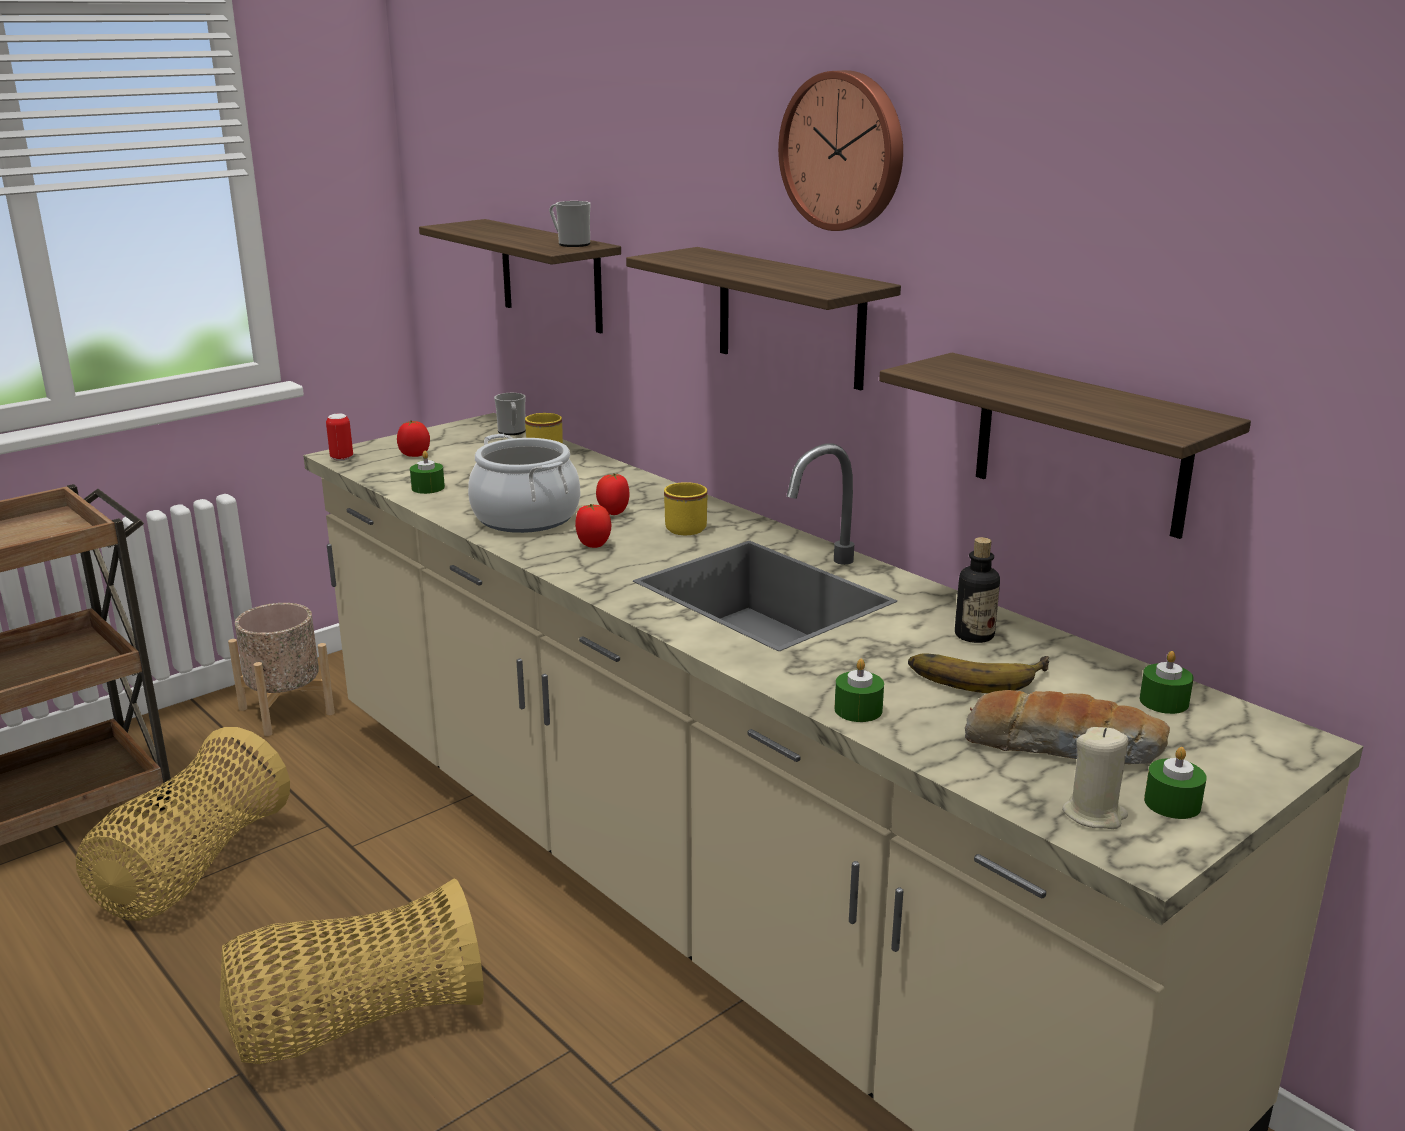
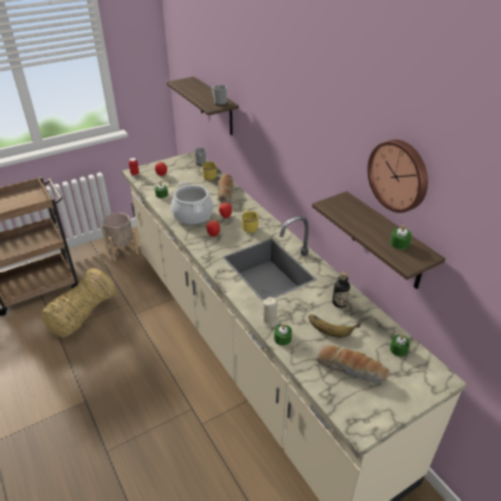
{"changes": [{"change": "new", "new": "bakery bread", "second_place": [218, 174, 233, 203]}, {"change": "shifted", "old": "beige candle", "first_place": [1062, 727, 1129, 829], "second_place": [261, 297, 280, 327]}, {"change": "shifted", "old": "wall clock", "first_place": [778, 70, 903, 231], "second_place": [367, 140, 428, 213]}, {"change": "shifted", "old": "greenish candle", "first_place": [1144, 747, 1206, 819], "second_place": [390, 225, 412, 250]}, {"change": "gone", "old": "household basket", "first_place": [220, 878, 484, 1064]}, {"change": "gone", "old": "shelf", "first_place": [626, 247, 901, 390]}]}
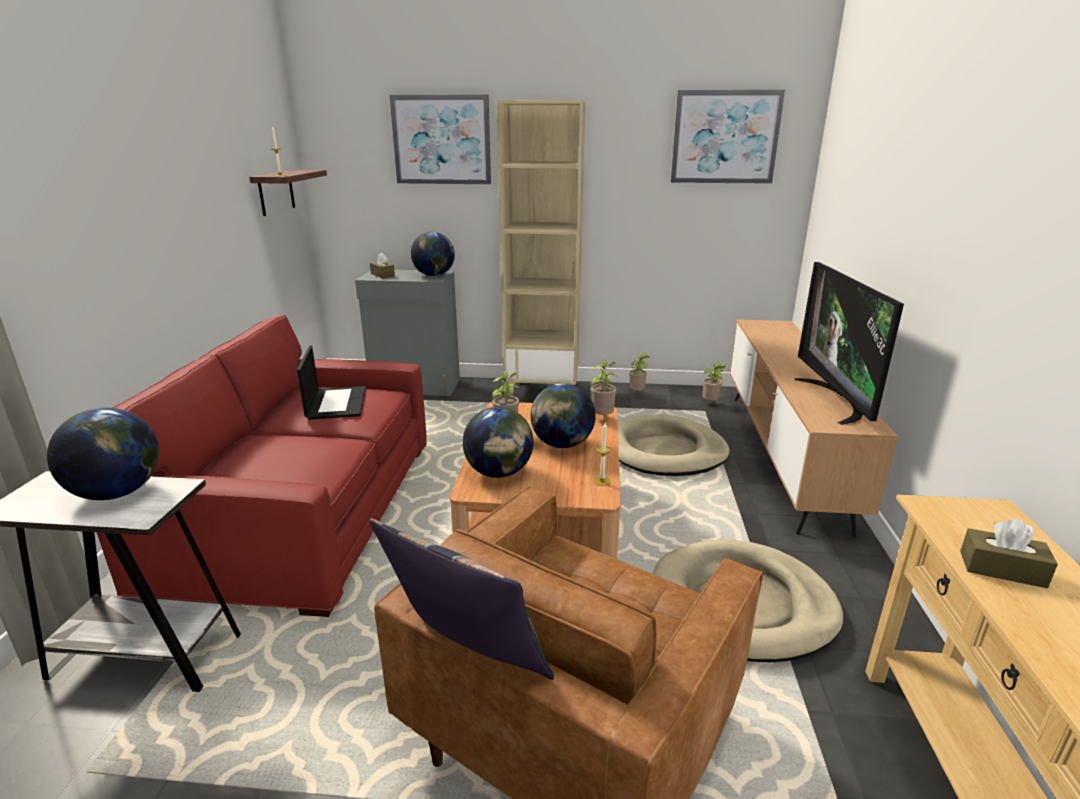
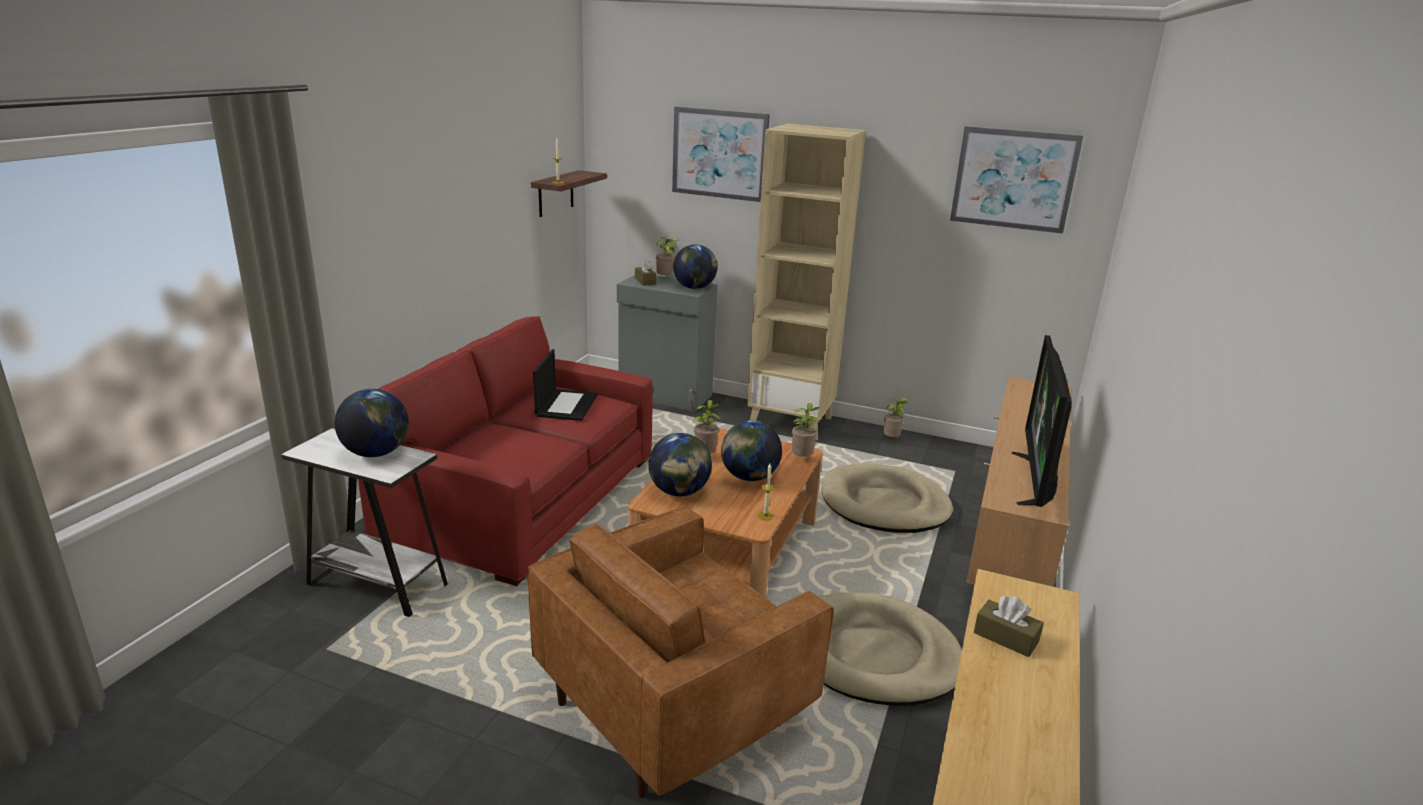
{"changes": [{"change": "shifted", "old": "potted plant", "first_place": [703, 363, 726, 401], "second_place": [656, 237, 678, 278]}, {"change": "gone", "old": "pillow", "first_place": [370, 519, 554, 680]}]}
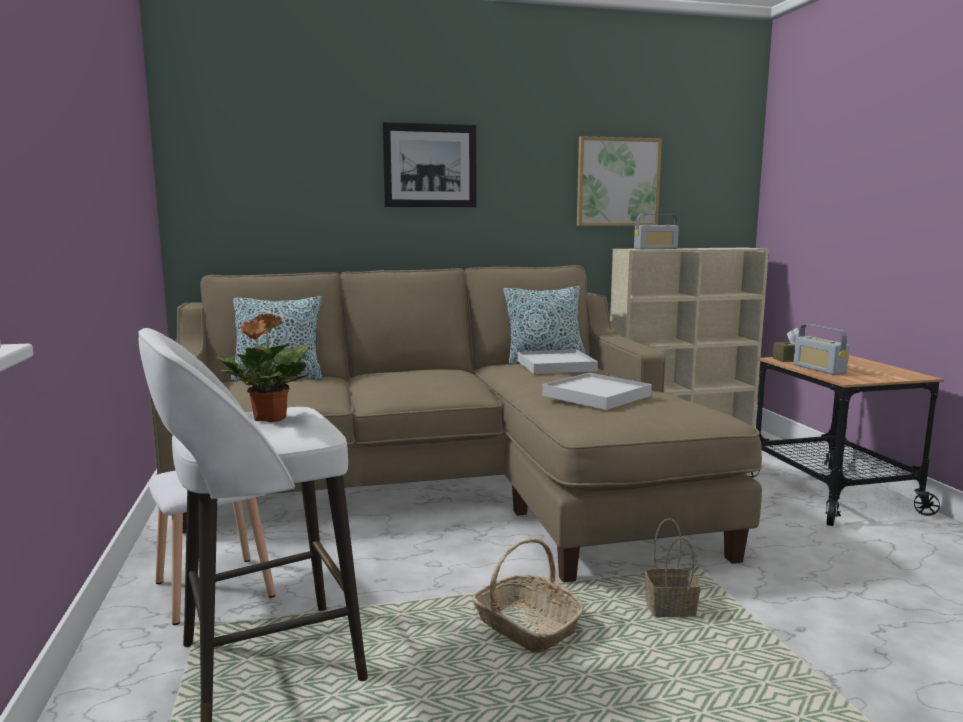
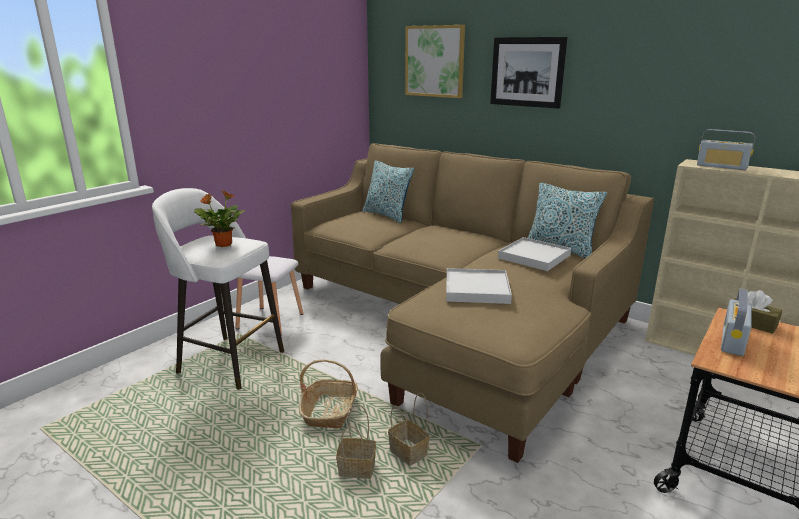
{"changes": [{"change": "new", "new": "household basket", "second_place": [336, 404, 376, 479]}, {"change": "shifted", "old": "picture", "first_place": [577, 136, 662, 226], "second_place": [405, 25, 465, 98]}]}
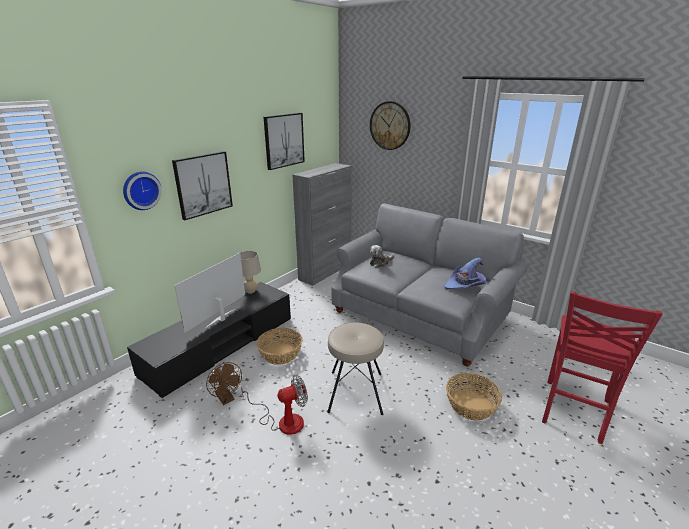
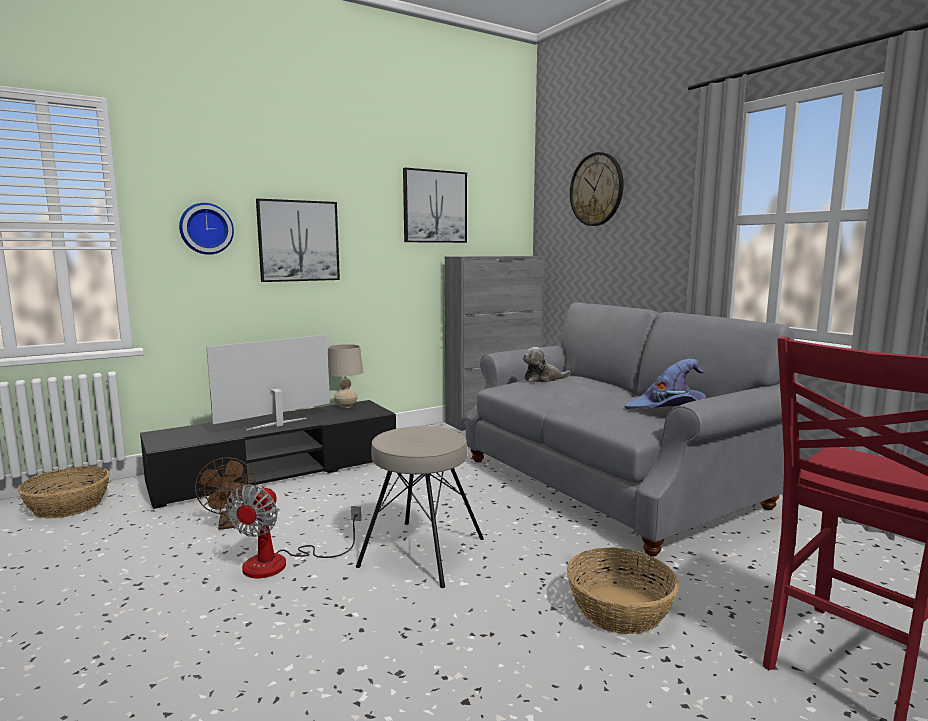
{"changes": [{"change": "shifted", "old": "household basket", "first_place": [256, 328, 303, 365], "second_place": [18, 466, 110, 518]}, {"change": "rotated", "old": "fan", "first_place": [241, 375, 308, 435], "second_place": [226, 485, 361, 578], "degrees": 105}]}
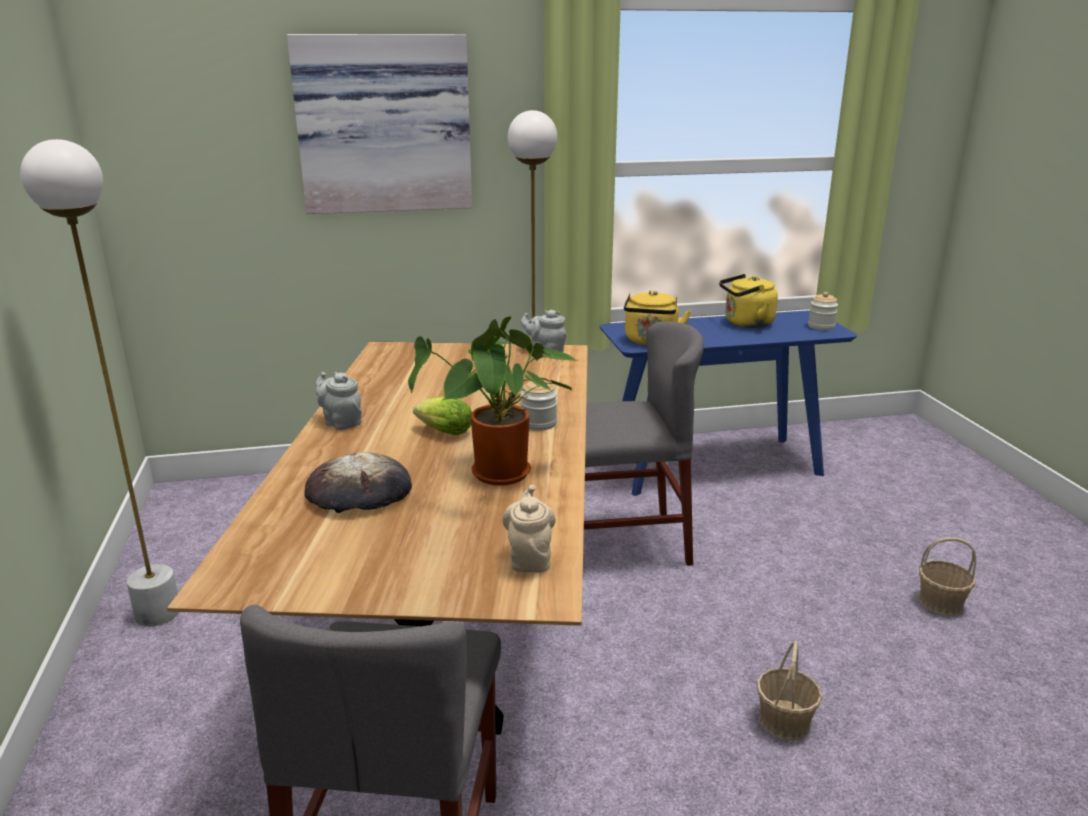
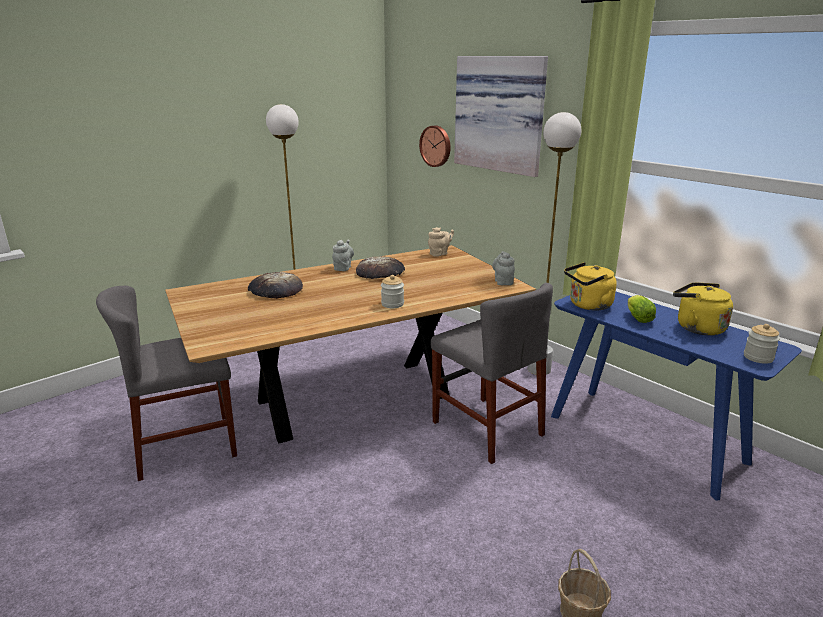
{"changes": [{"change": "new", "new": "bakery bread", "second_place": [356, 256, 405, 279]}, {"change": "new", "new": "wall clock", "second_place": [419, 125, 451, 167]}, {"change": "shifted", "old": "beige tea pot", "first_place": [502, 485, 556, 573], "second_place": [428, 227, 454, 257]}, {"change": "shifted", "old": "lettuce head", "first_place": [413, 396, 472, 435], "second_place": [628, 295, 656, 323]}, {"change": "gone", "old": "potted plant", "first_place": [408, 316, 578, 486]}, {"change": "gone", "old": "household basket", "first_place": [756, 641, 822, 740]}]}
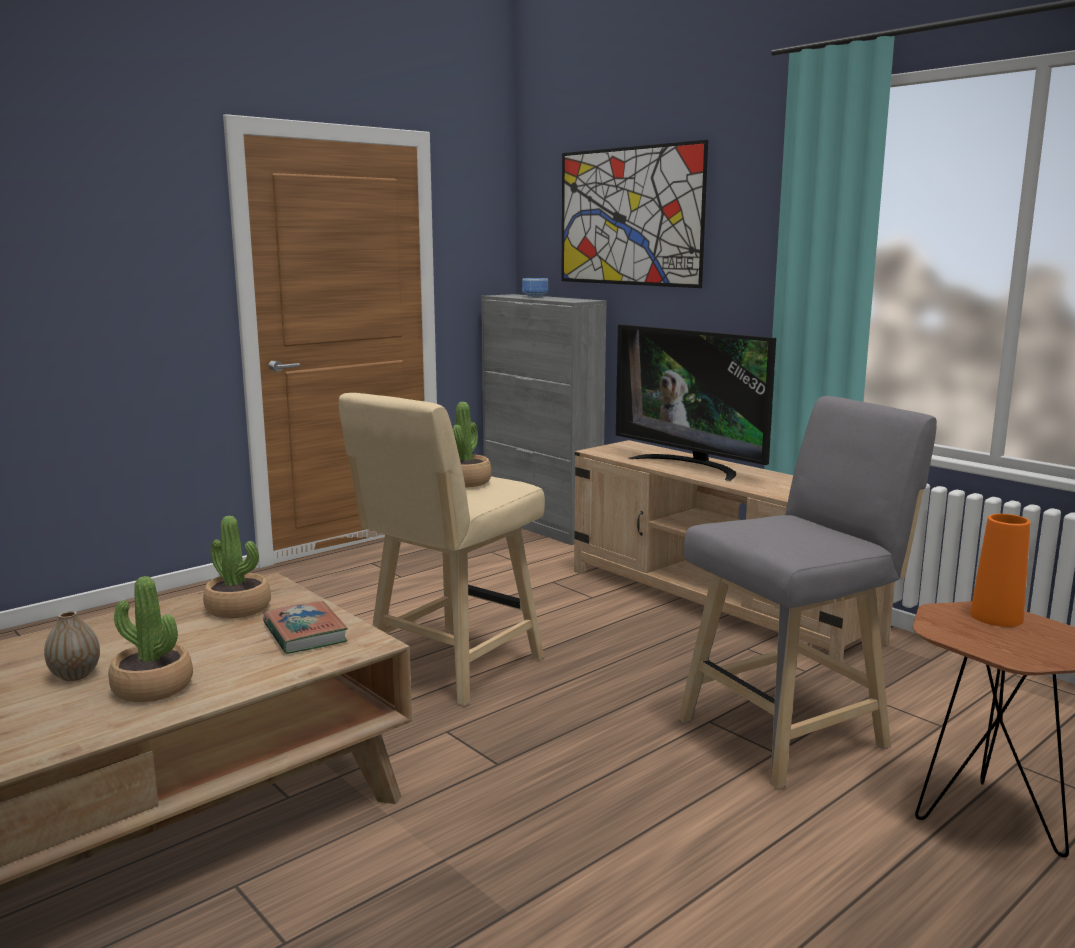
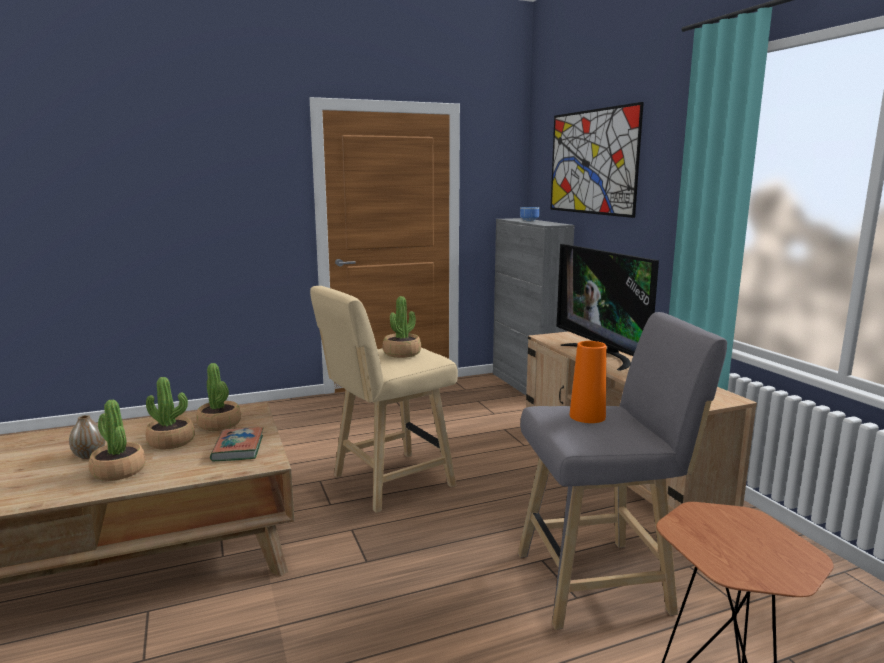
{"changes": [{"change": "new", "new": "potted plant", "second_place": [145, 377, 195, 449]}, {"change": "shifted", "old": "orange flower vase", "first_place": [970, 514, 1030, 627], "second_place": [570, 341, 606, 423]}]}
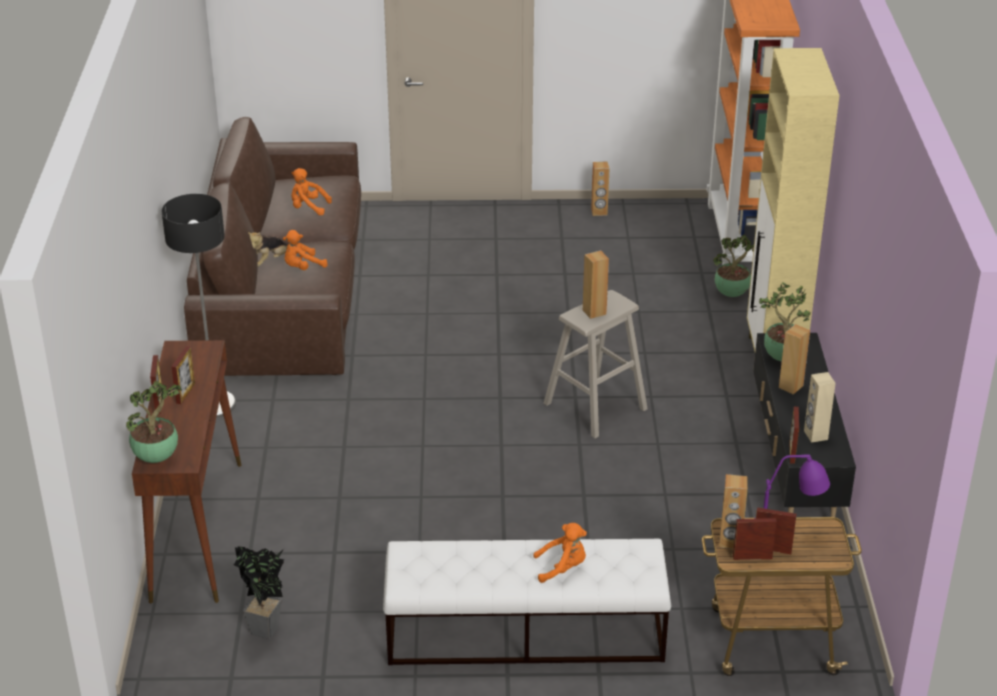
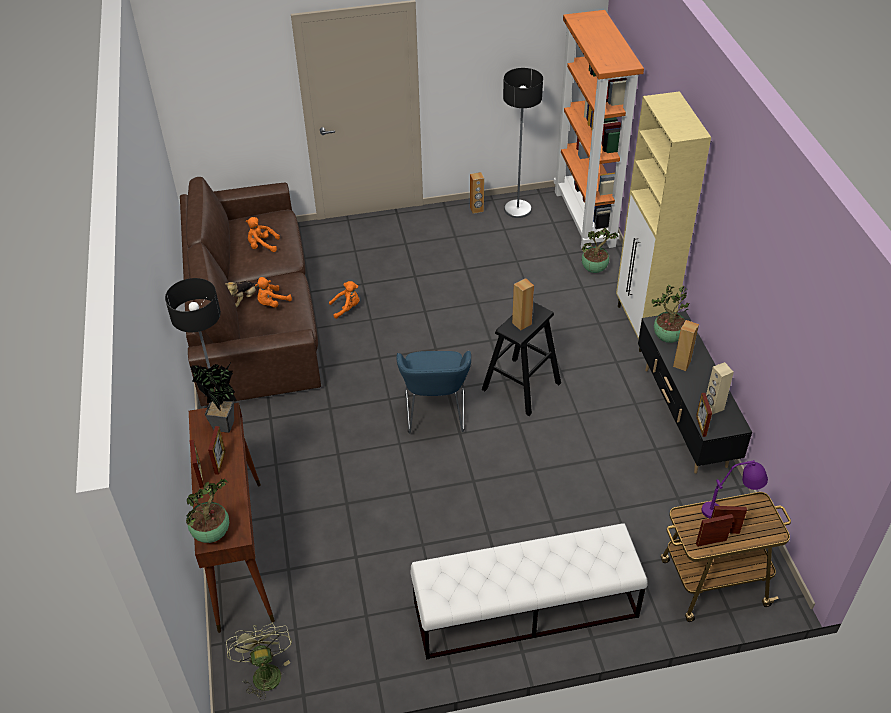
{"changes": [{"change": "shifted", "old": "potted plant", "first_place": [234, 546, 284, 639], "second_place": [190, 363, 236, 433]}, {"change": "new", "new": "greenish fan", "second_place": [226, 623, 292, 700]}, {"change": "shifted", "old": "orange soft toy", "first_place": [533, 523, 587, 583], "second_place": [329, 281, 360, 319]}, {"change": "new", "new": "bluish easy chair", "second_place": [396, 351, 471, 434]}, {"change": "repainted", "old": "beige stool seat", "new": "blackish stool seat", "first_place": [544, 290, 648, 438], "second_place": [482, 302, 561, 416]}, {"change": "new", "new": "standing lamp", "second_place": [503, 68, 543, 218]}, {"change": "gone", "old": "brown-coloured loudspeaker", "first_place": [719, 474, 748, 549]}]}
